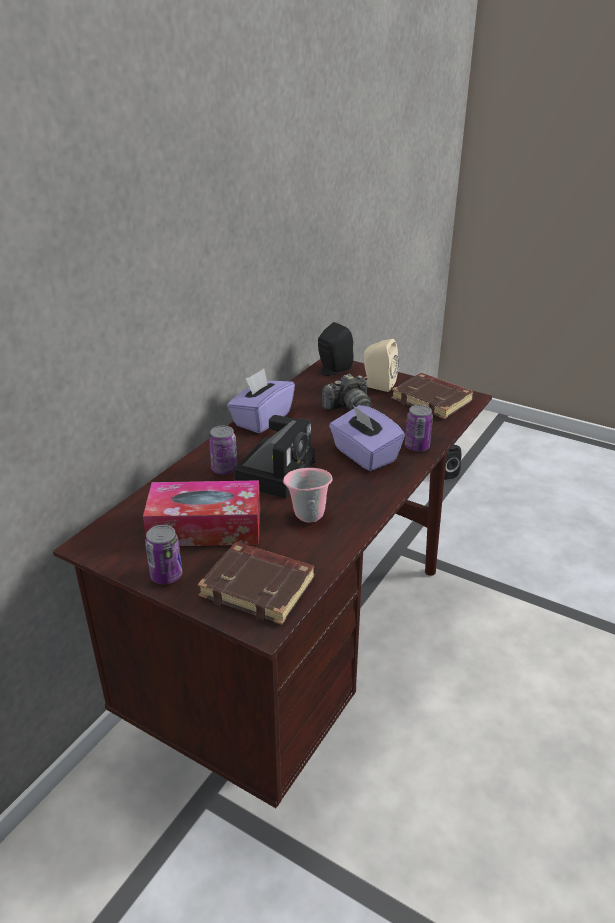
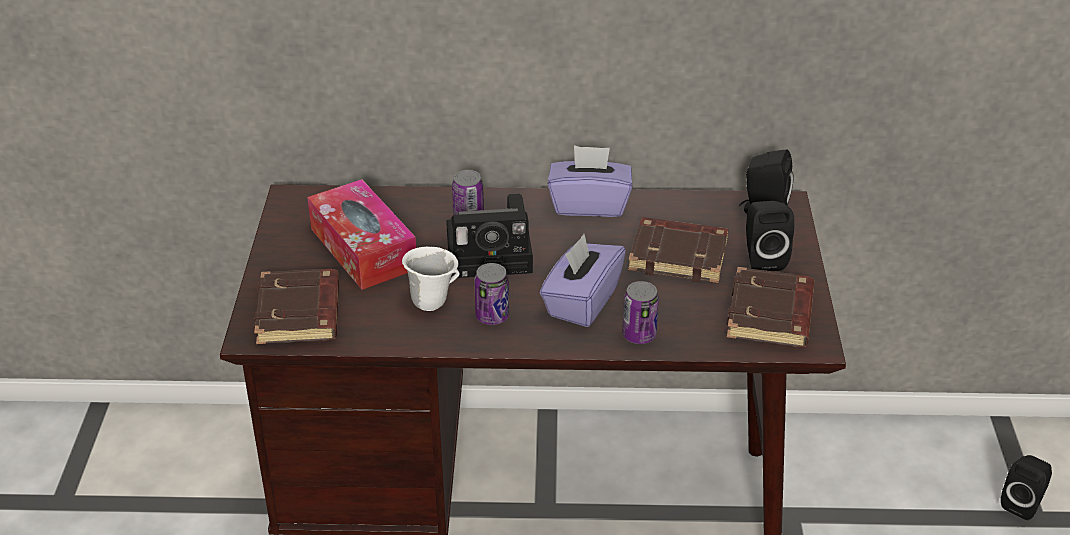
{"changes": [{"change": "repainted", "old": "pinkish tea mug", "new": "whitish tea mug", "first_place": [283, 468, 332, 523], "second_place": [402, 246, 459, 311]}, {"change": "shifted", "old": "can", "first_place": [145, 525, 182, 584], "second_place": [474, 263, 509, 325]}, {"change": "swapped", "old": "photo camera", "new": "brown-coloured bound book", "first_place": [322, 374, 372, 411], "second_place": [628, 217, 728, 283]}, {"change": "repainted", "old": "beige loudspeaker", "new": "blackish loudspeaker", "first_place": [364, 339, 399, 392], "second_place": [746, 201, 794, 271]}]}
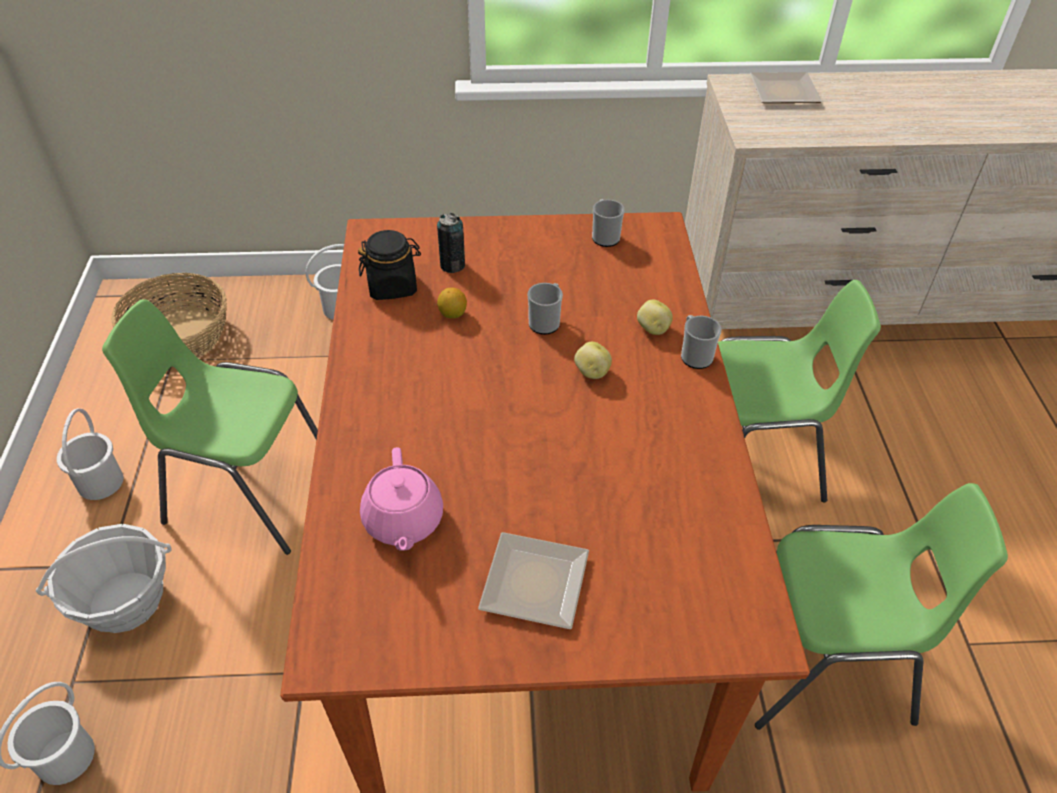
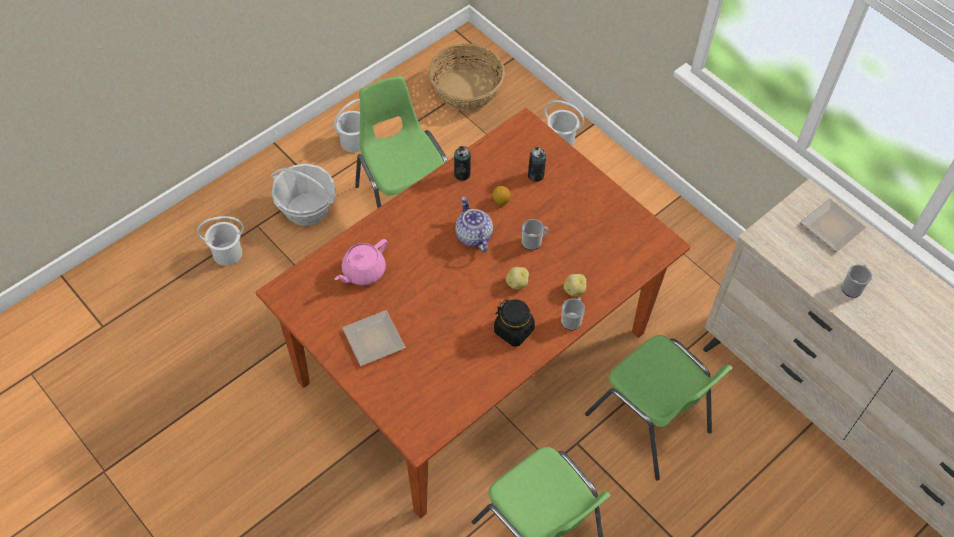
{"changes": [{"change": "new", "new": "can", "second_place": [454, 146, 471, 181]}, {"change": "new", "new": "tea pot", "second_place": [455, 196, 493, 252]}, {"change": "shifted", "old": "blackish storage jar", "first_place": [358, 230, 421, 300], "second_place": [494, 299, 535, 347]}, {"change": "shifted", "old": "tea mug", "first_place": [592, 199, 625, 247], "second_place": [841, 264, 872, 298]}]}
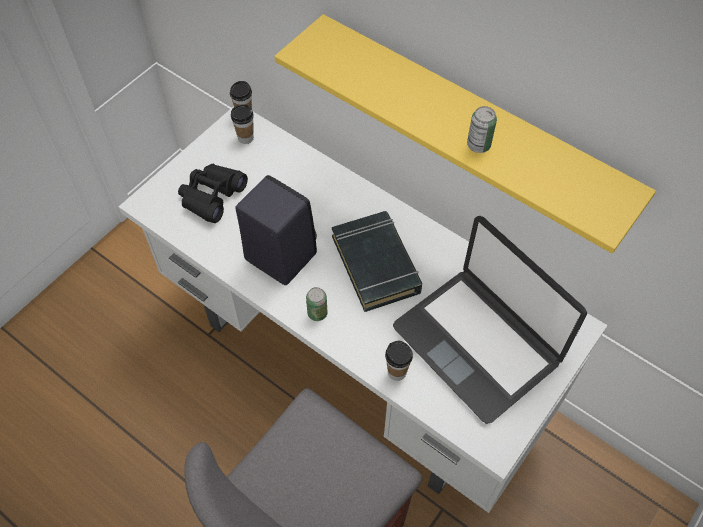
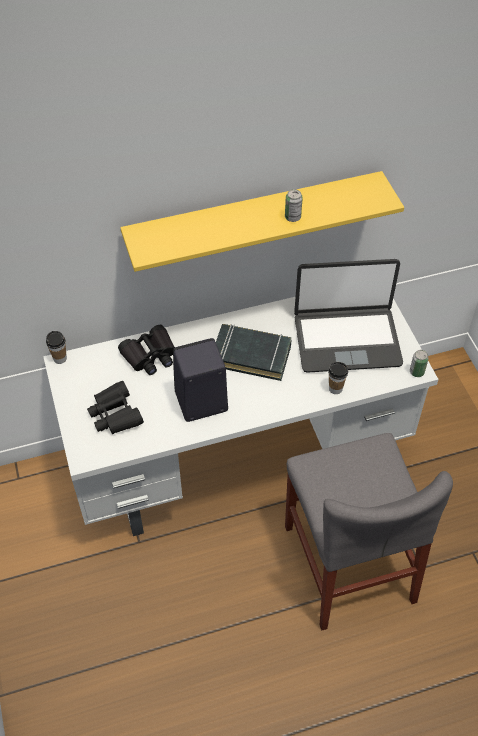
{"changes": [{"change": "new", "new": "blackish pair of binoculars", "second_place": [118, 325, 175, 375]}, {"change": "shifted", "old": "can", "first_place": [306, 287, 328, 321], "second_place": [410, 350, 429, 377]}, {"change": "gone", "old": "cup", "first_place": [231, 104, 254, 144]}]}
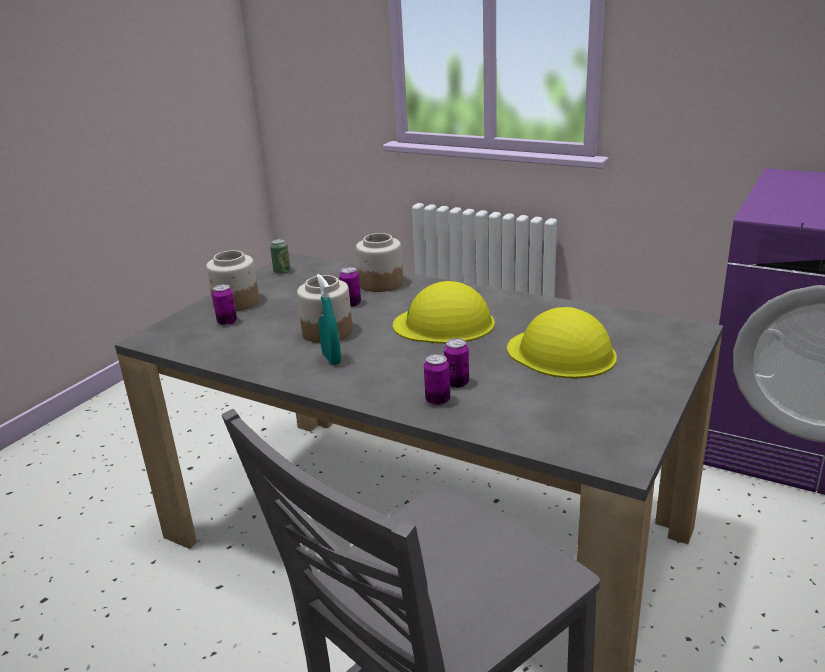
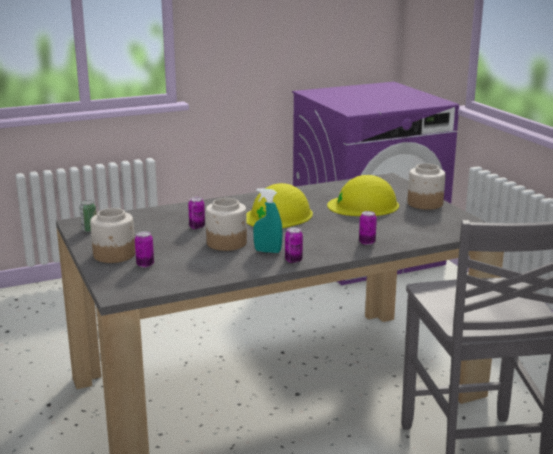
{"changes": [{"change": "shifted", "old": "can", "first_place": [444, 338, 469, 388], "second_place": [285, 227, 303, 263]}, {"change": "shifted", "old": "storage jar", "first_place": [356, 233, 403, 292], "second_place": [407, 163, 446, 210]}]}
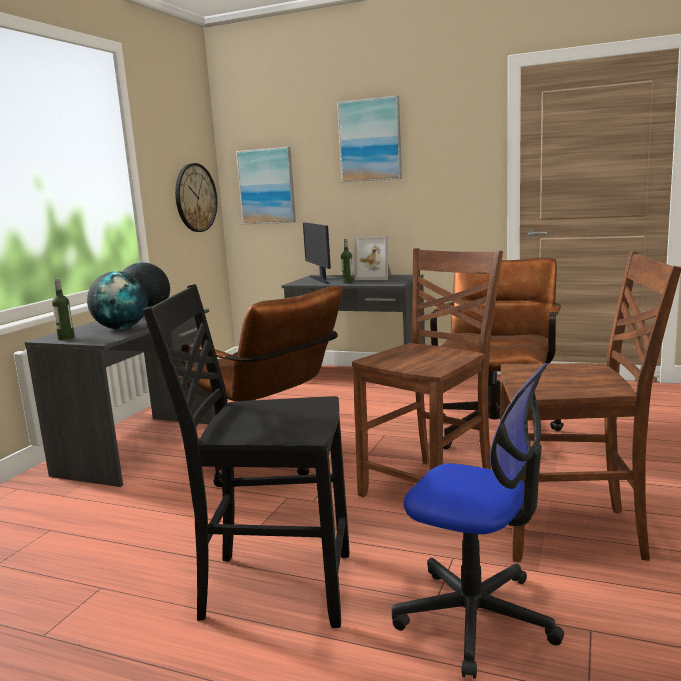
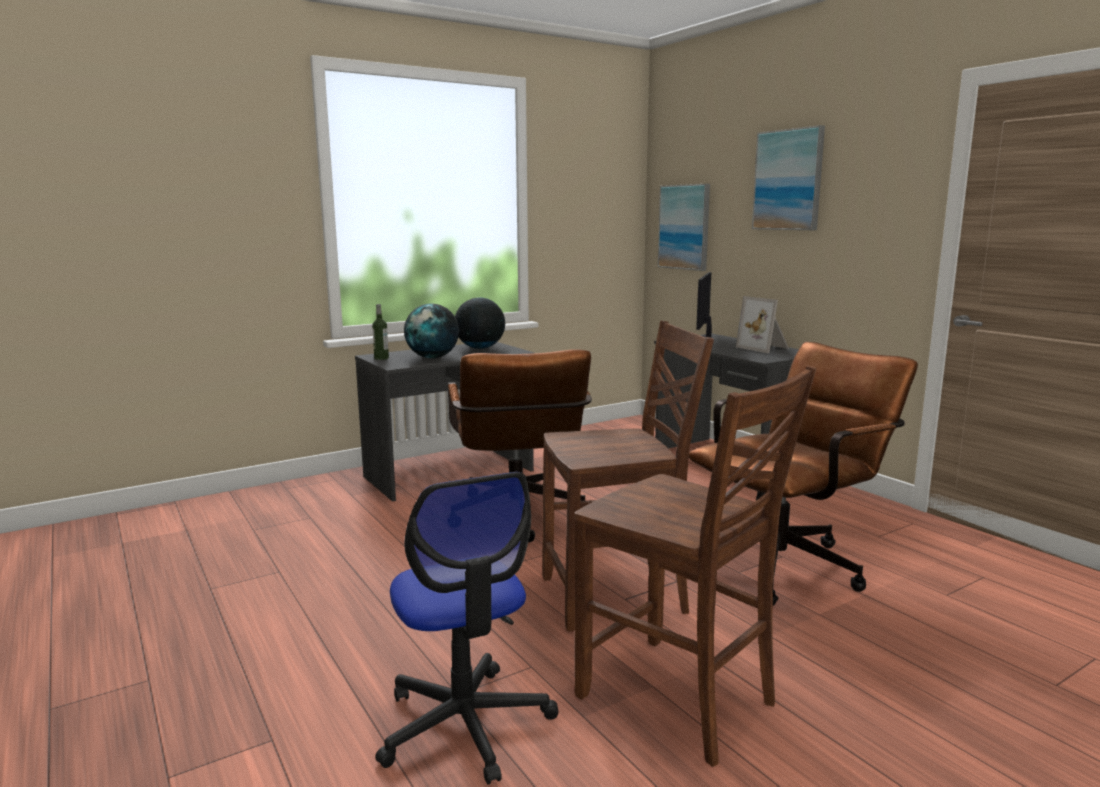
{"changes": [{"change": "gone", "old": "blackish chair", "first_place": [143, 284, 350, 628]}, {"change": "gone", "old": "wall clock", "first_place": [175, 163, 217, 232]}, {"change": "gone", "old": "bottle", "first_place": [341, 239, 354, 284]}]}
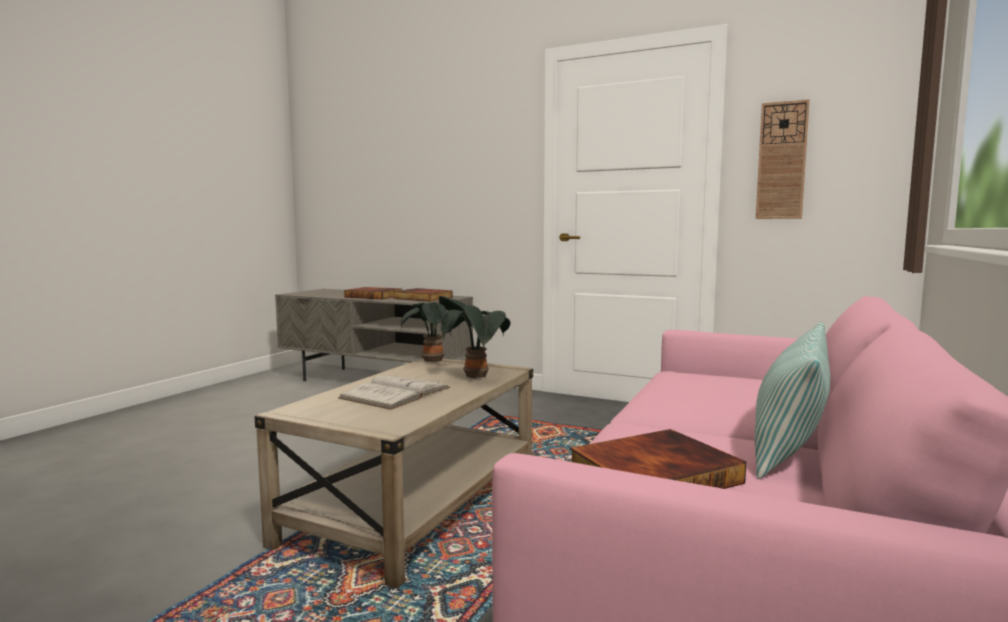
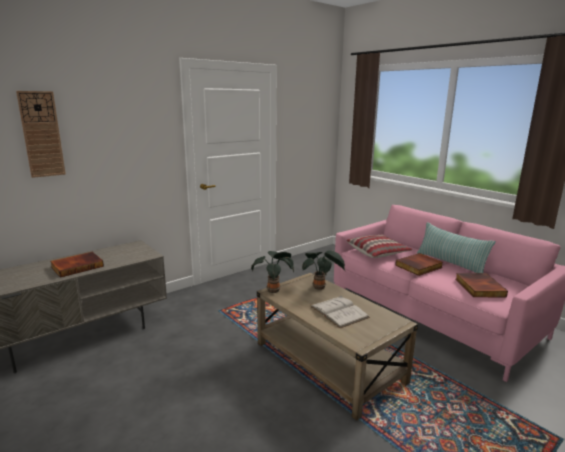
{"changes": [{"change": "shifted", "old": "wall clock", "first_place": [756, 99, 810, 219], "second_place": [16, 91, 66, 178]}, {"change": "new", "new": "pillow", "second_place": [346, 235, 412, 258]}, {"change": "shifted", "old": "bound book", "first_place": [393, 288, 453, 302], "second_place": [395, 253, 443, 276]}]}
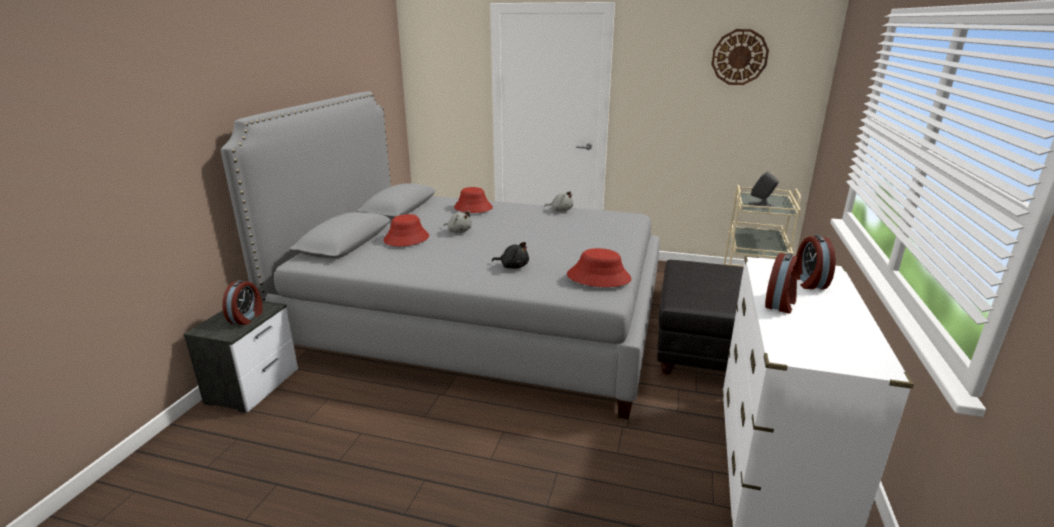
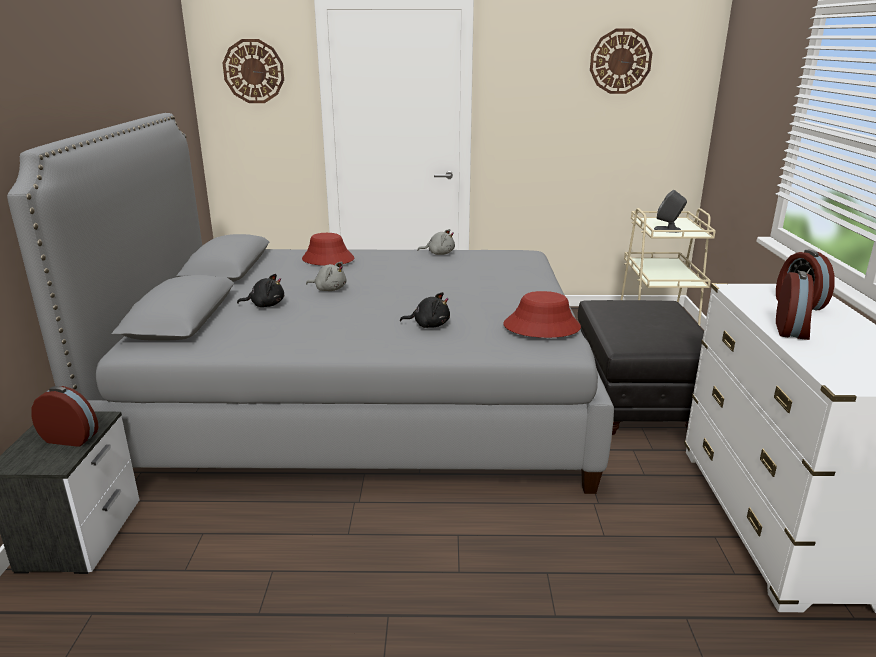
{"changes": [{"change": "rotated", "old": "alarm clock", "first_place": [222, 280, 263, 325], "second_place": [31, 386, 98, 447], "degrees": -75}, {"change": "new", "new": "wall clock", "second_place": [223, 39, 284, 103]}, {"change": "swapped", "old": "red-coloured clothing hat", "new": "blackish soft toy", "first_place": [383, 214, 429, 246], "second_place": [237, 274, 284, 307]}]}
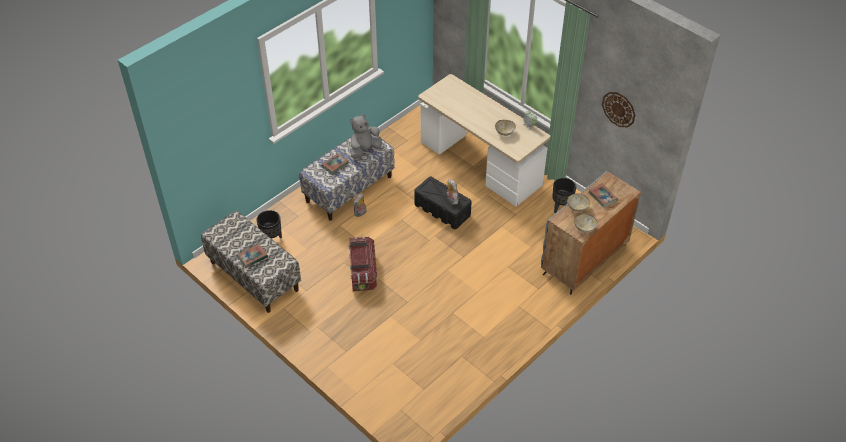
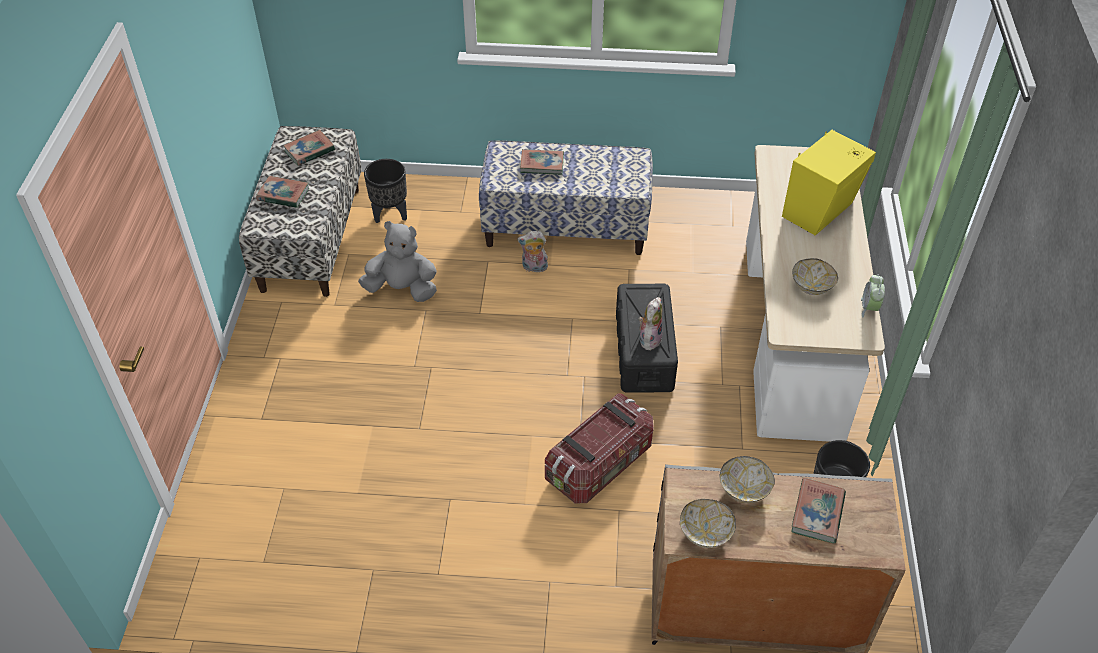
{"changes": [{"change": "new", "new": "bound book", "second_place": [283, 130, 335, 166]}, {"change": "shifted", "old": "gray soft toy", "first_place": [350, 114, 382, 159], "second_place": [358, 221, 437, 302]}, {"change": "shifted", "old": "storage box", "first_place": [349, 236, 377, 291], "second_place": [545, 393, 654, 503]}, {"change": "new", "new": "yellowish loudspeaker", "second_place": [782, 130, 876, 235]}, {"change": "gone", "old": "wall clock", "first_place": [602, 92, 635, 127]}]}
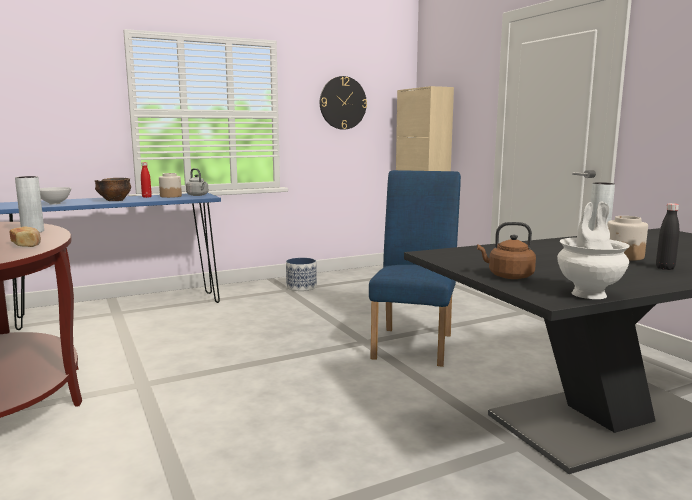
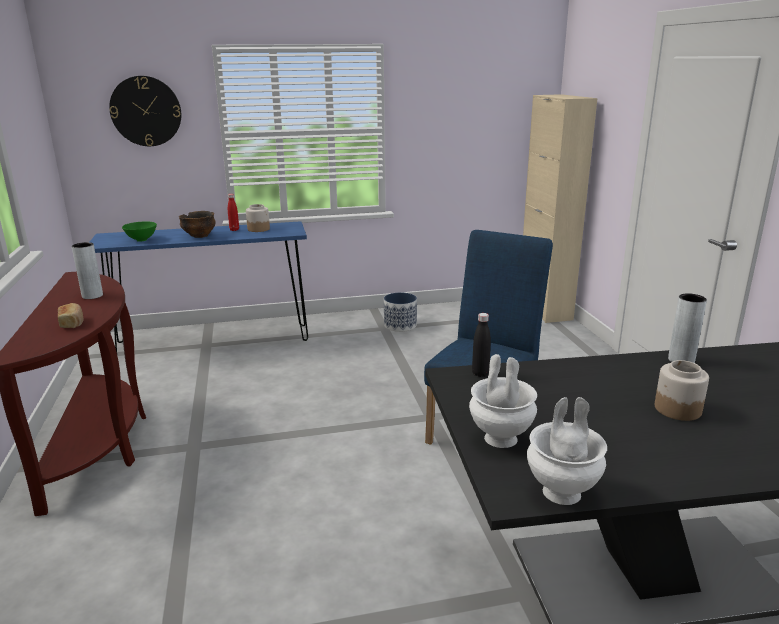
{"changes": [{"change": "shifted", "old": "wall clock", "first_place": [320, 76, 367, 130], "second_place": [109, 76, 181, 146]}, {"change": "repainted", "old": "whitish serving bowl", "new": "greenish serving bowl", "first_place": [40, 187, 71, 205], "second_place": [122, 221, 157, 242]}, {"change": "swapped", "old": "brown-coloured kettle", "new": "whitish flower vase", "first_place": [477, 222, 536, 279], "second_place": [469, 354, 537, 448]}, {"change": "shifted", "old": "blackish bottle", "first_place": [656, 203, 679, 270], "second_place": [472, 313, 491, 377]}, {"change": "gone", "old": "gray kettle", "first_place": [186, 168, 208, 196]}]}
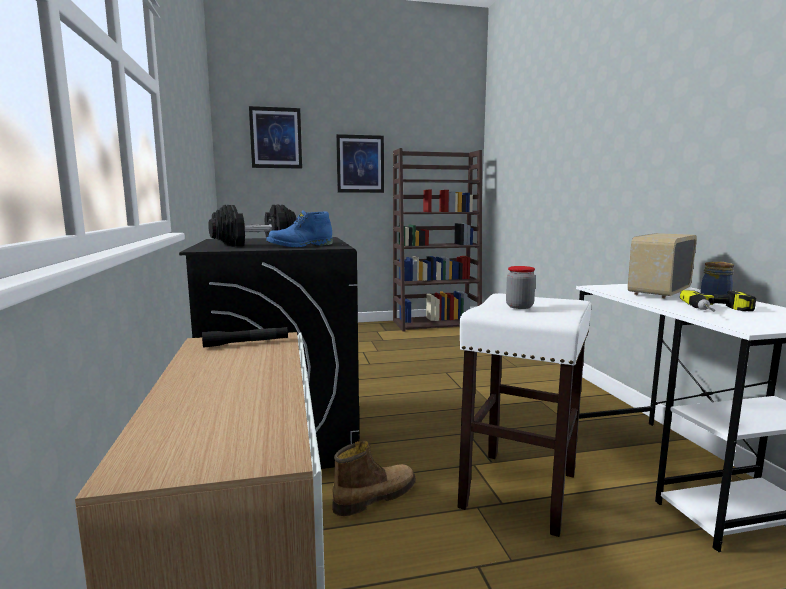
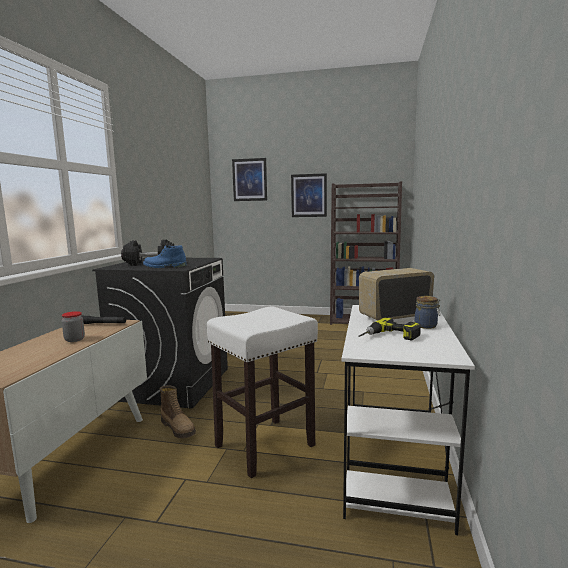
{"changes": [{"change": "shifted", "old": "storage jar", "first_place": [506, 266, 536, 309], "second_place": [62, 311, 85, 342]}, {"change": "rotated", "old": "tall boot", "first_place": [332, 441, 416, 516], "second_place": [160, 385, 196, 438], "degrees": 60}]}
